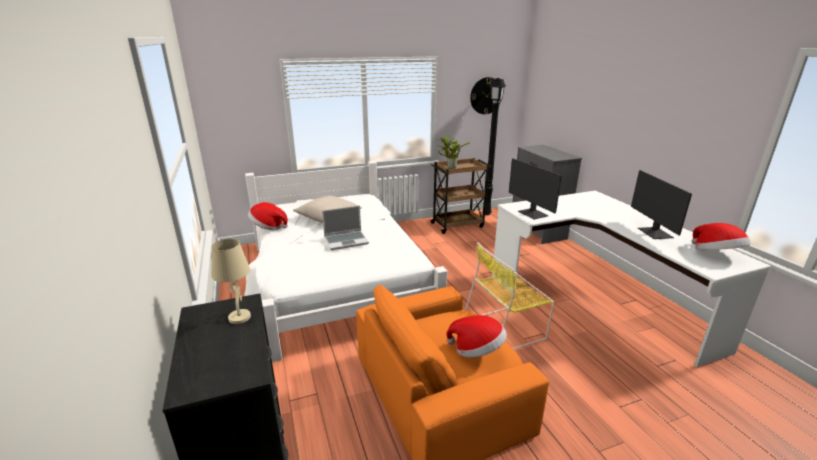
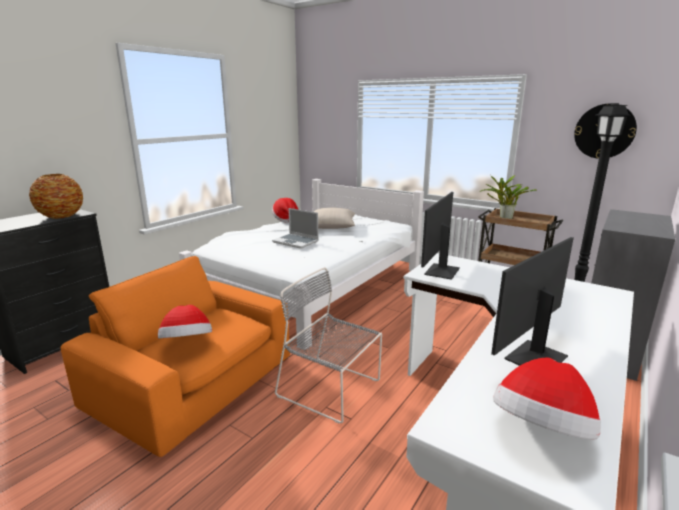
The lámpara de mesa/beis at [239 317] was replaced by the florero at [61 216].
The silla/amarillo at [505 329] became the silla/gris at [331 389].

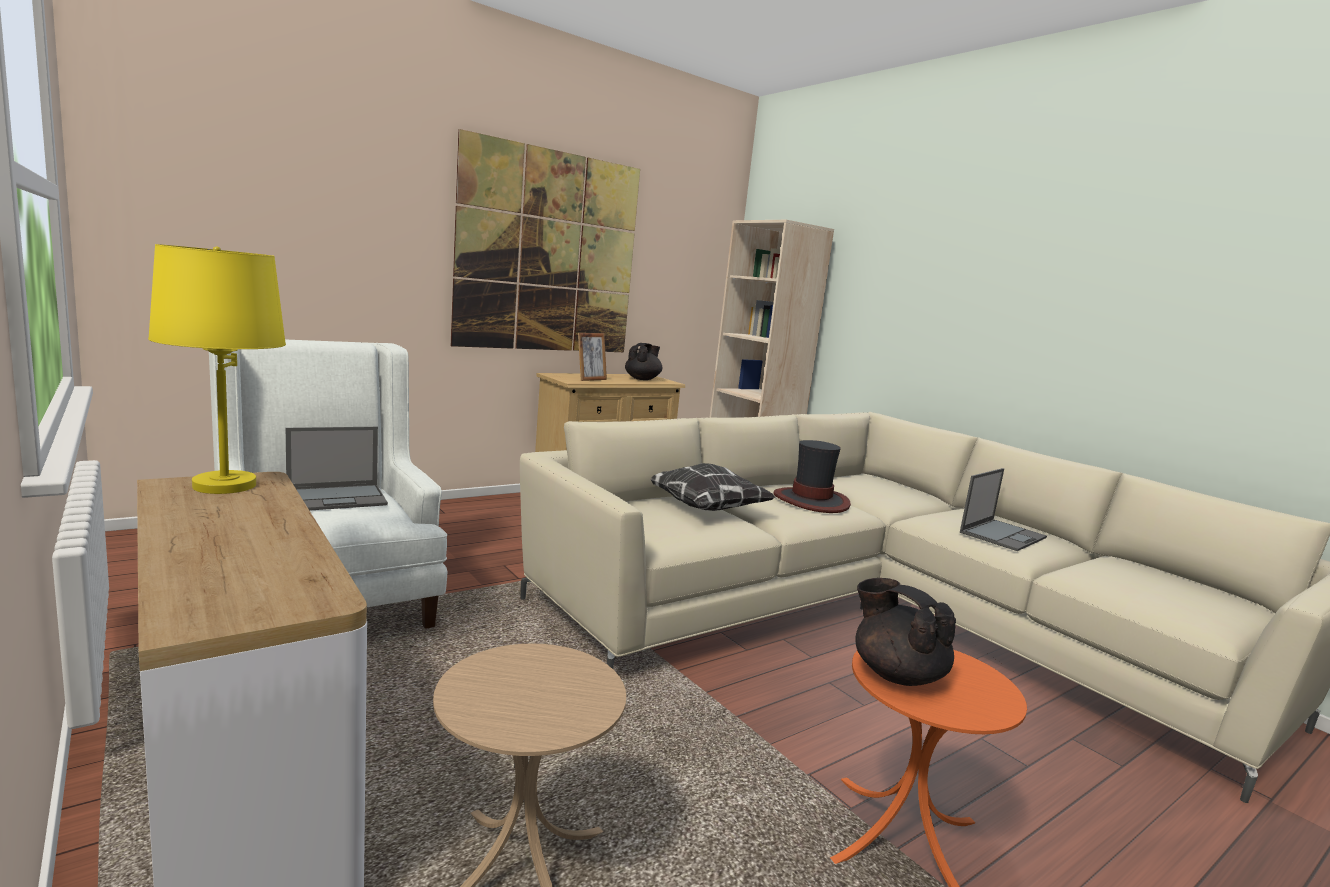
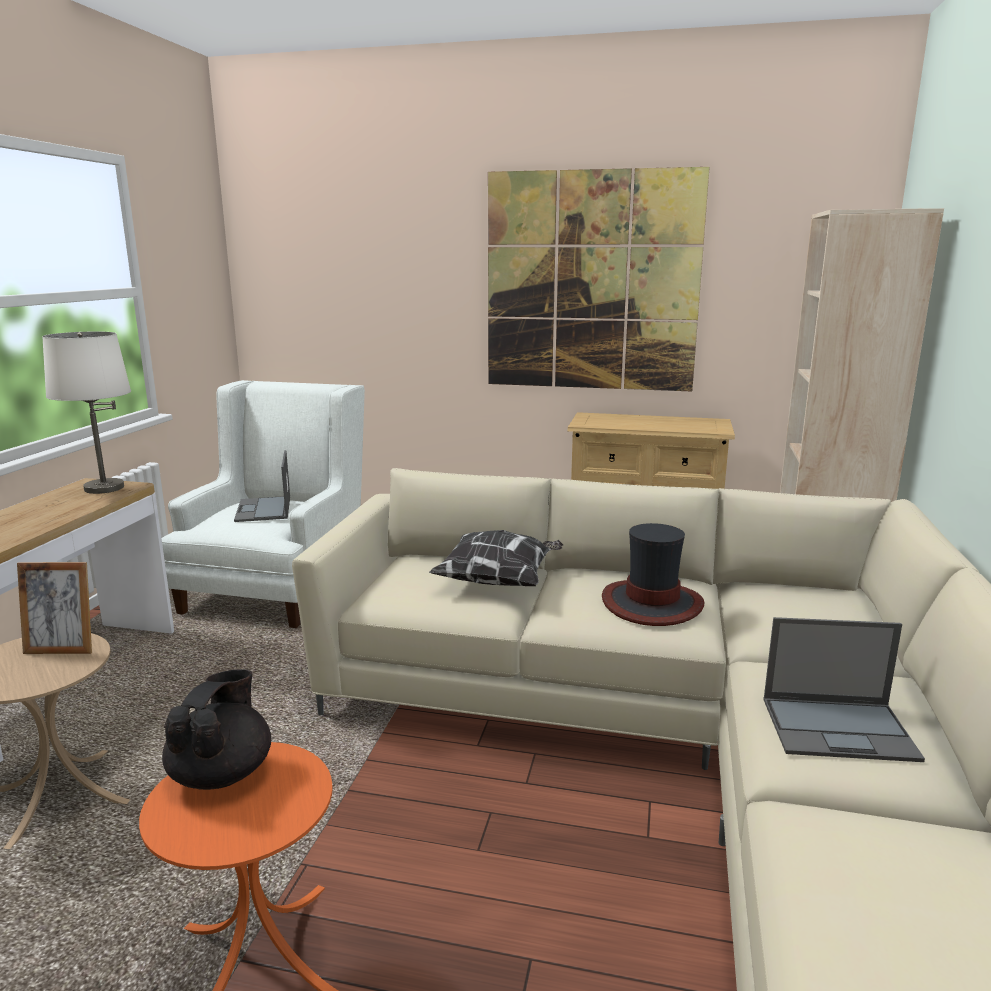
The lámpara de mesa/amarillo at [225 485] became the lámpara de mesa/blanco at [104 488].
The portátil at [338 498] turned 60 degrees clockwise.
The portarretratos moved from [590 379] to [62 649].
The tetera/negro at [642 379] disappeared.

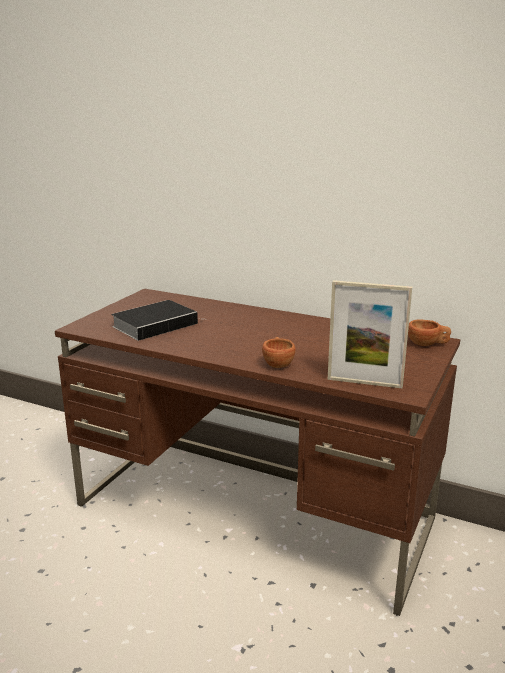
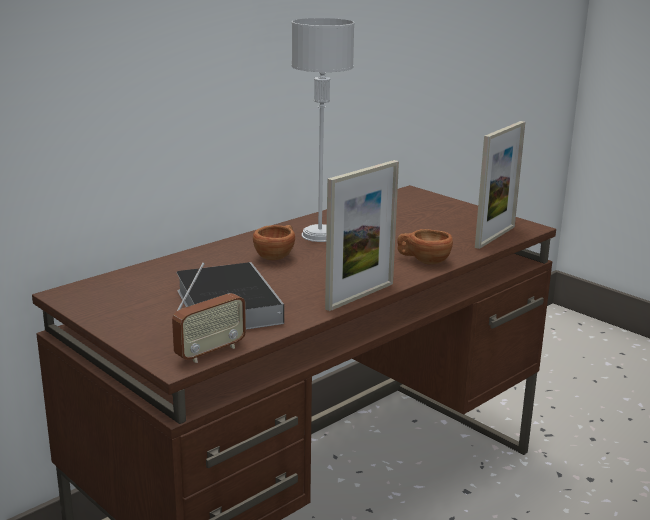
The taza/marrón moved from [427 344] to [277 256].
The radio at [210 352] appeared.
The lámpara de mesa/gris at [319 235] appeared.
The portarretratos at [360 296] appeared.

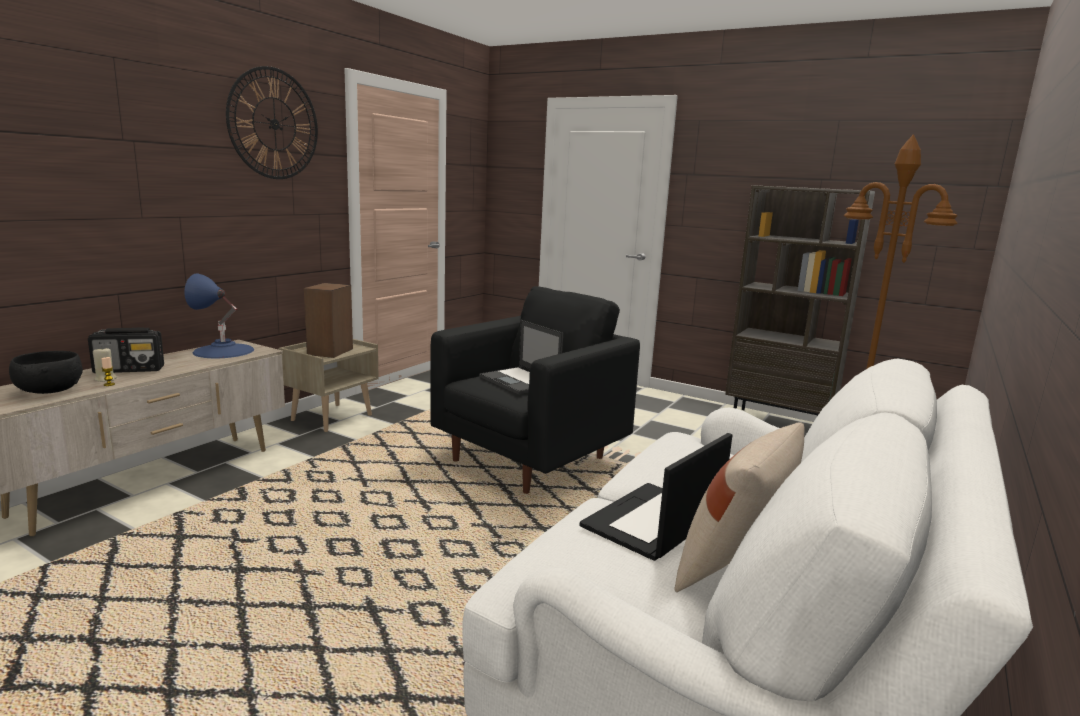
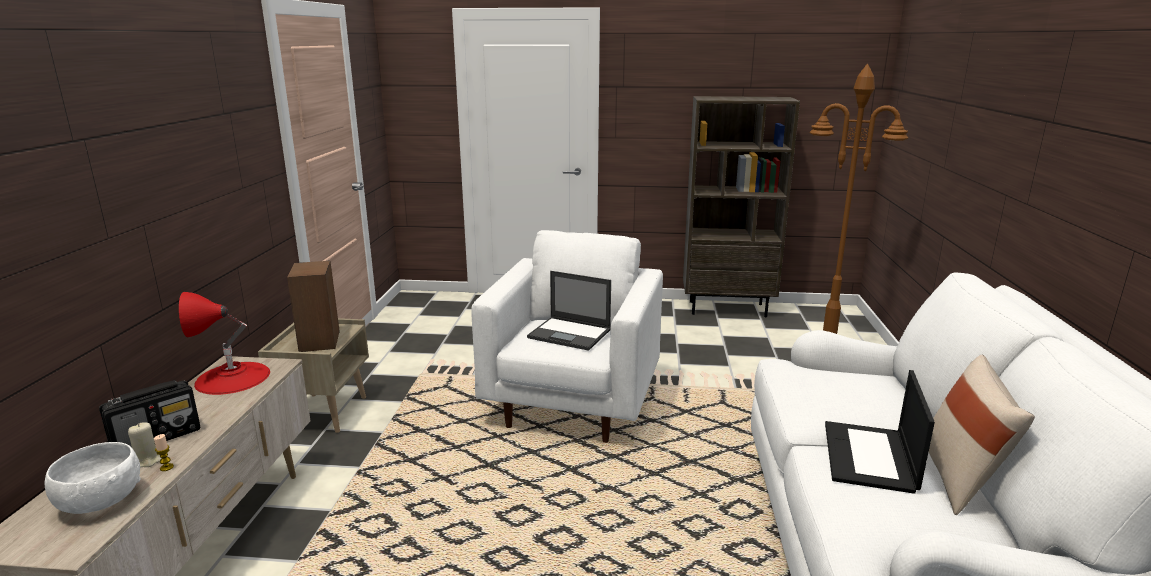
The cuenco/negro at [49 391] became the cuenco/blanco at [100 502].
The lámpara de mesa/azul at [223 351] became the lámpara de mesa/rojo at [232 378].
The reloj de pared at [274 124] disappeared.
The sillón/negro at [530 459] became the sillón/blanco at [573 404].

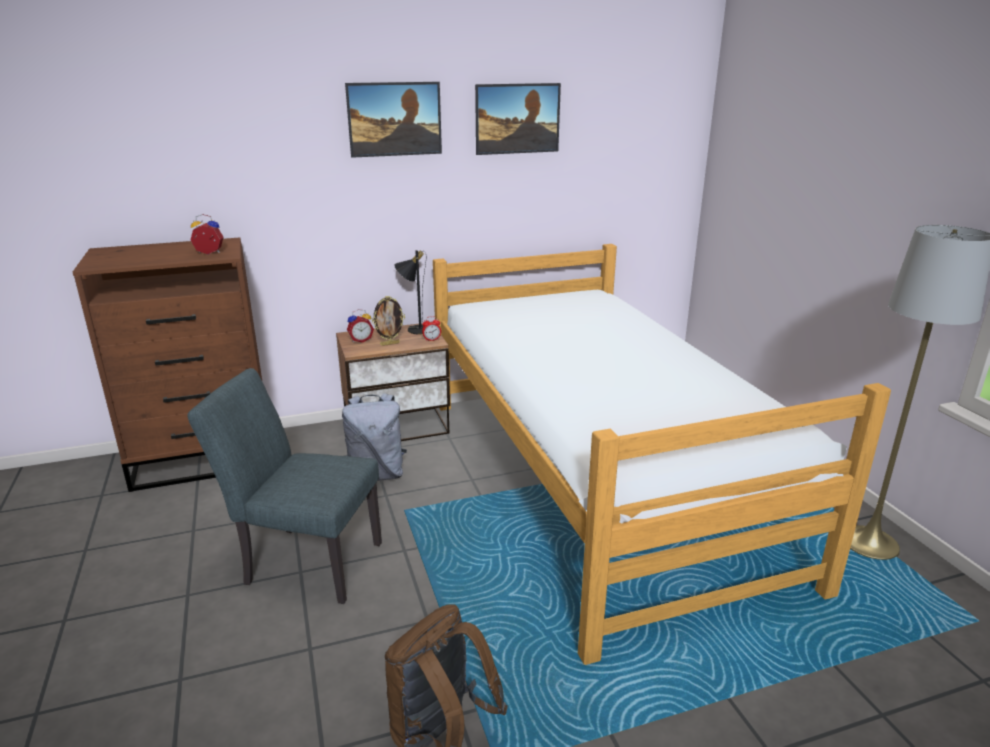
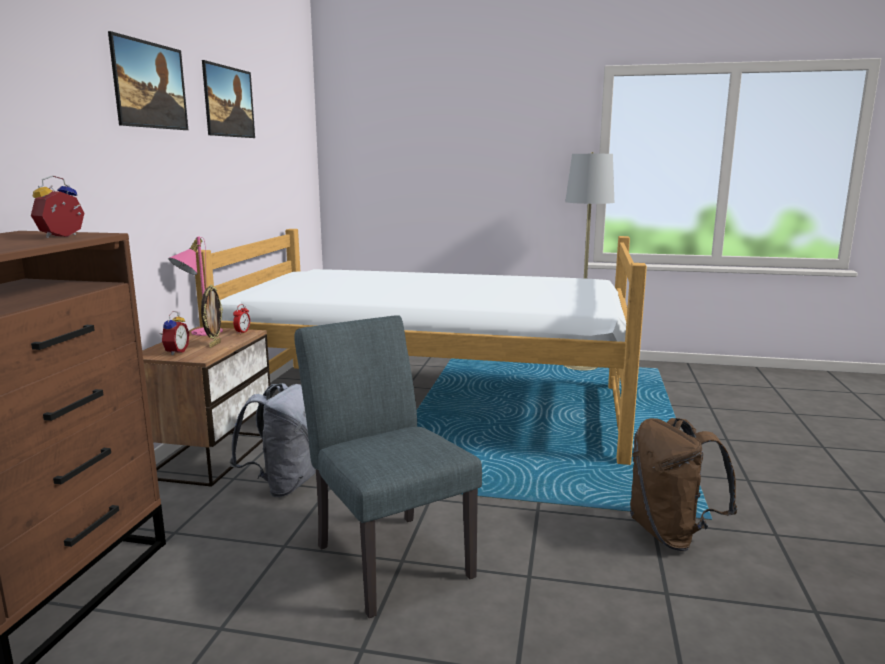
The silla/gris at [304 561] turned 105 degrees clockwise.
The lámpara de mesa/negro at [415 328] became the lámpara de mesa/rosa at [200 332].

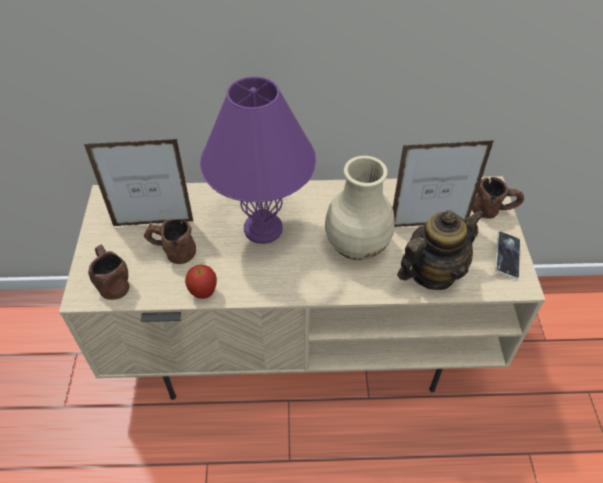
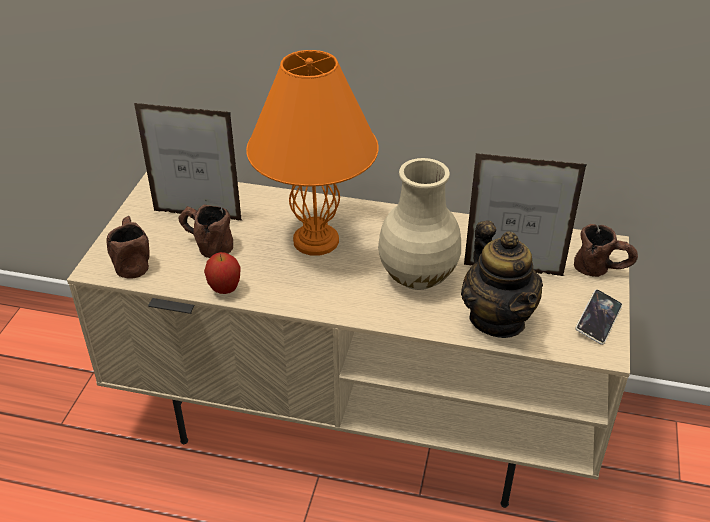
The lámpara de mesa/morado at [263 229] became the lámpara de mesa/naranja at [315 241].
The tetera at [432 273] turned 90 degrees clockwise.

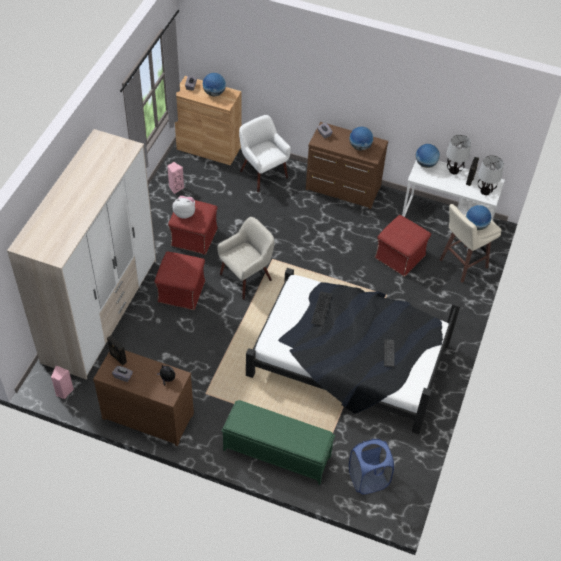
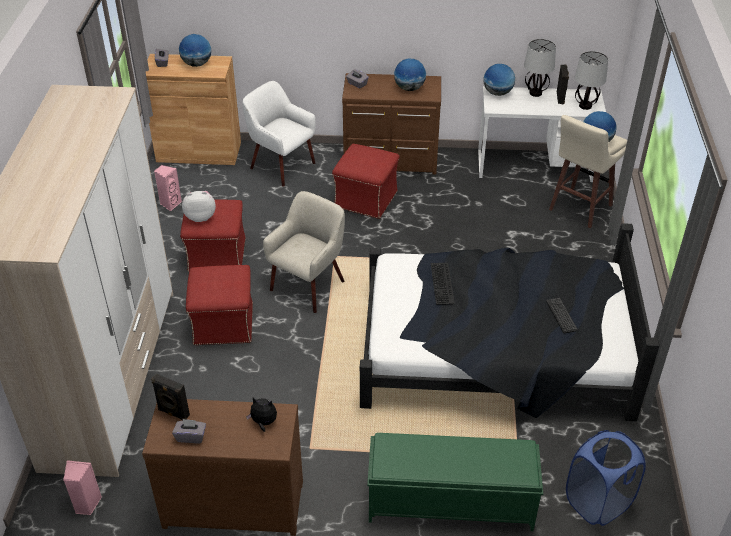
The puf/rojo moved from [400 257] to [366 199].

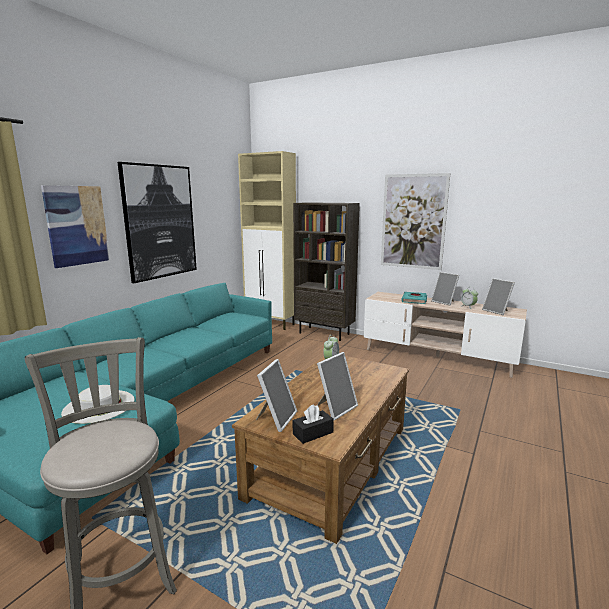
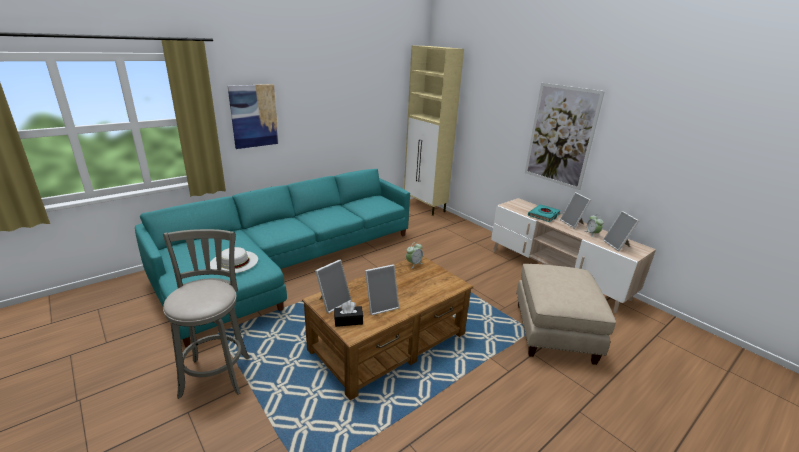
The cuadro at [160 222] disappeared.
The estantería/marrón at [325 333] disappeared.
The puf/beis at [554 332] appeared.

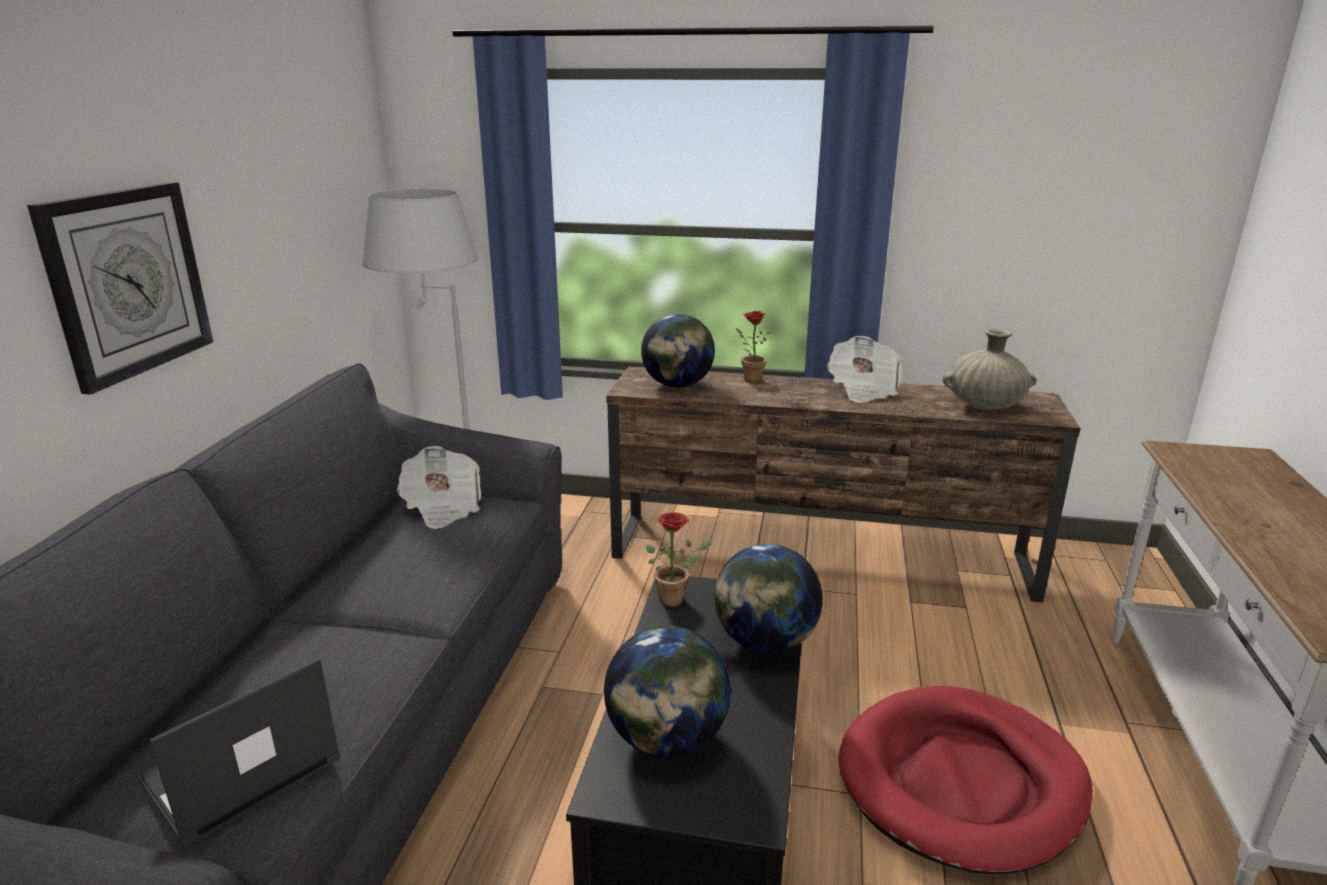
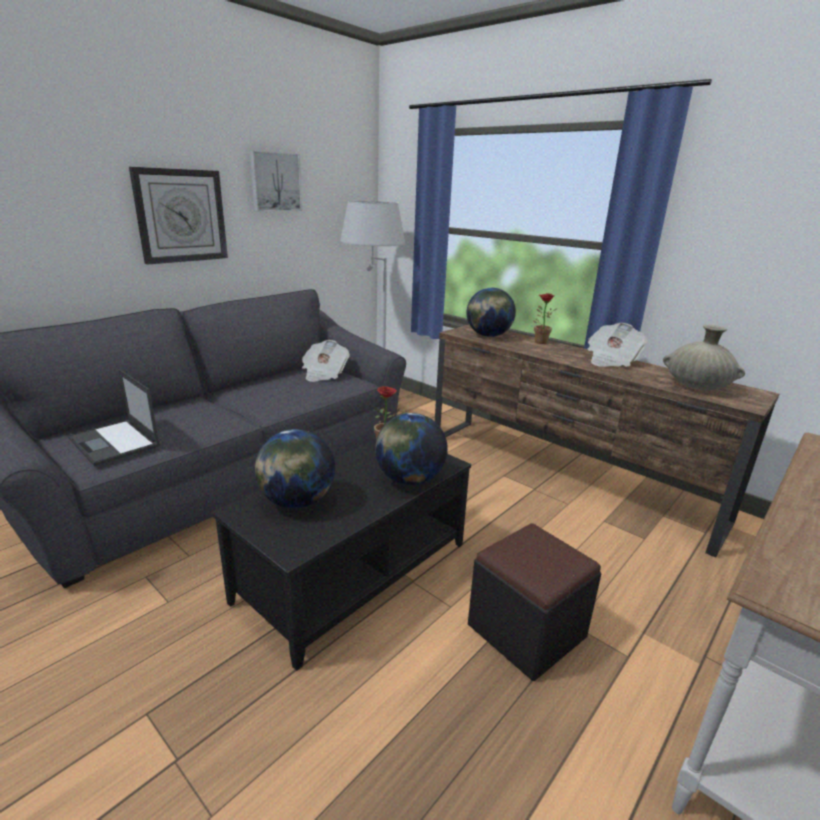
The portátil at [239 770] turned 120 degrees counterclockwise.
The cama para perro/rojo at [961 782] was replaced by the puf/negro at [526 631].
The cuadro at [275 182] appeared.

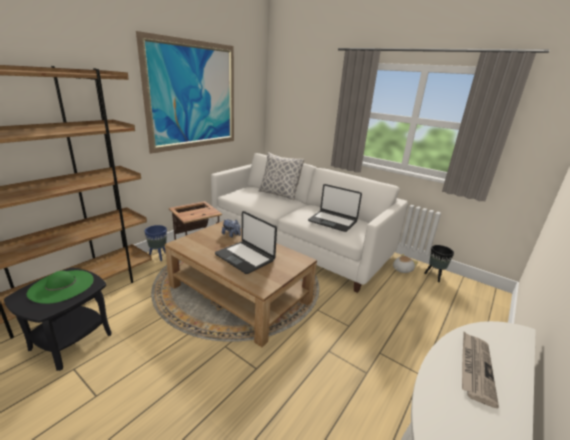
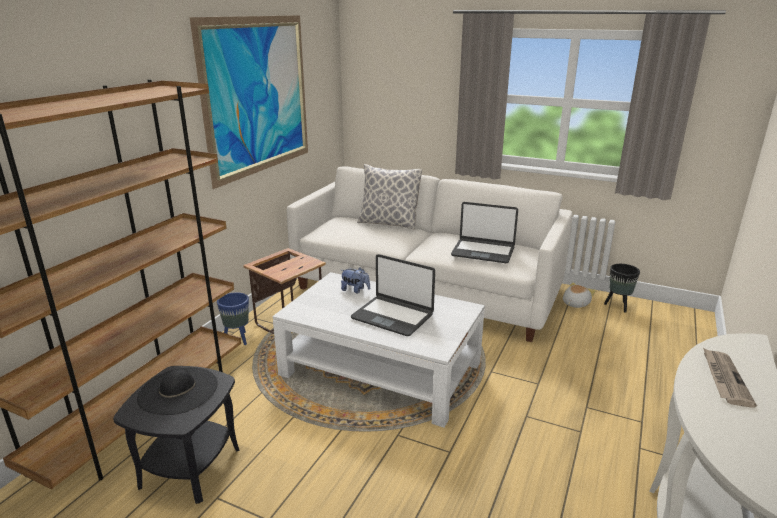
The sombrero/verde at [61 286] became the sombrero/negro at [178 390].
The mesa de centro/marrón at [239 294] became the mesa de centro/blanco at [381 370].

